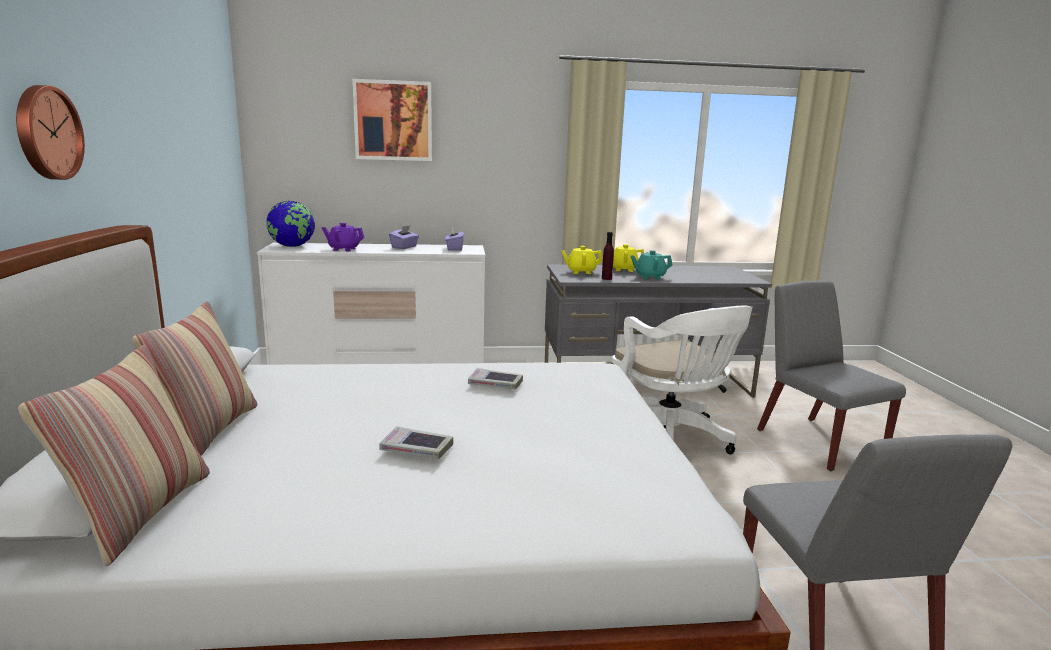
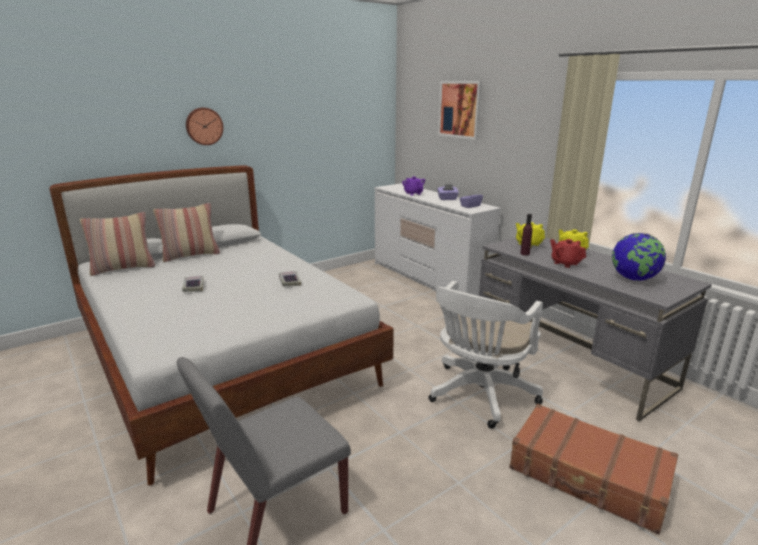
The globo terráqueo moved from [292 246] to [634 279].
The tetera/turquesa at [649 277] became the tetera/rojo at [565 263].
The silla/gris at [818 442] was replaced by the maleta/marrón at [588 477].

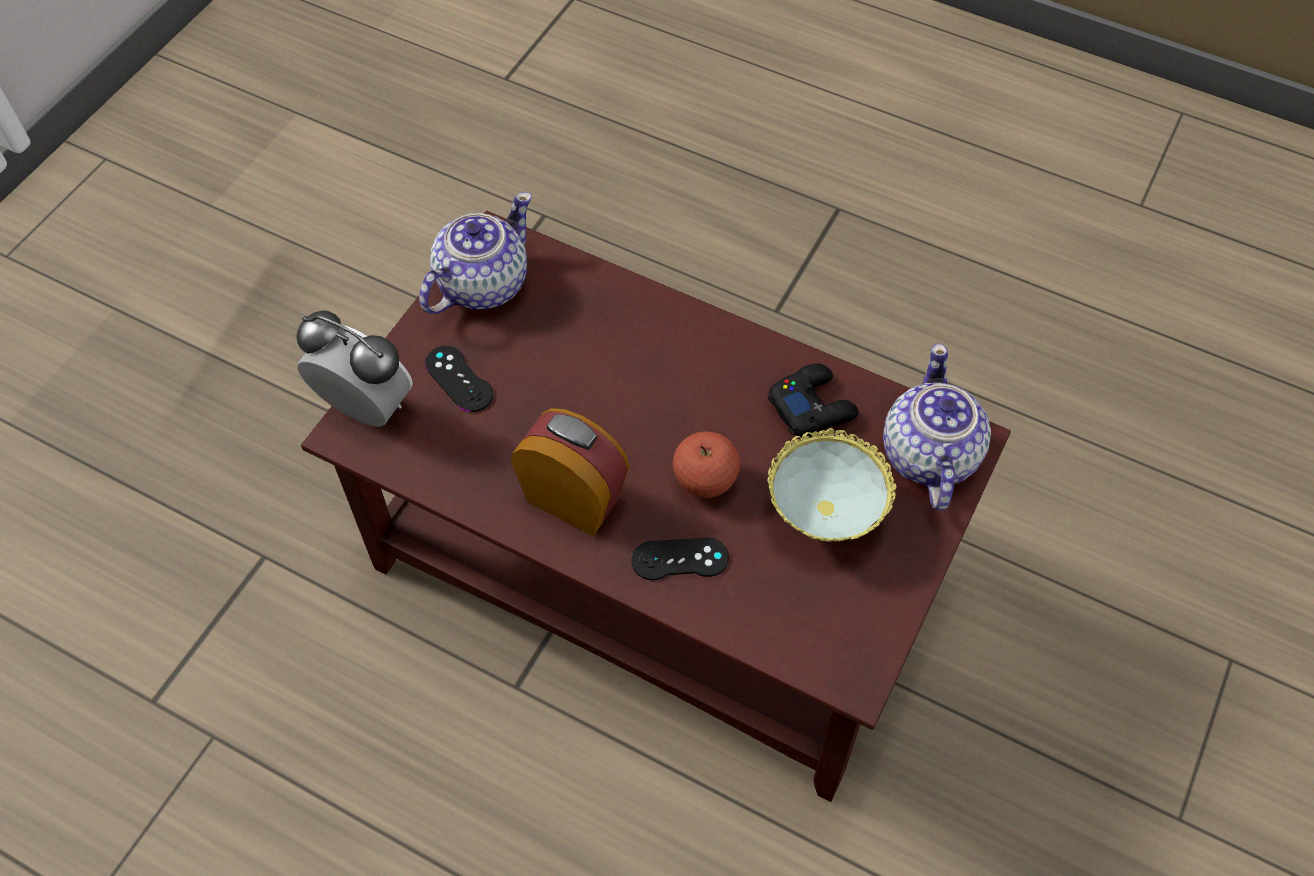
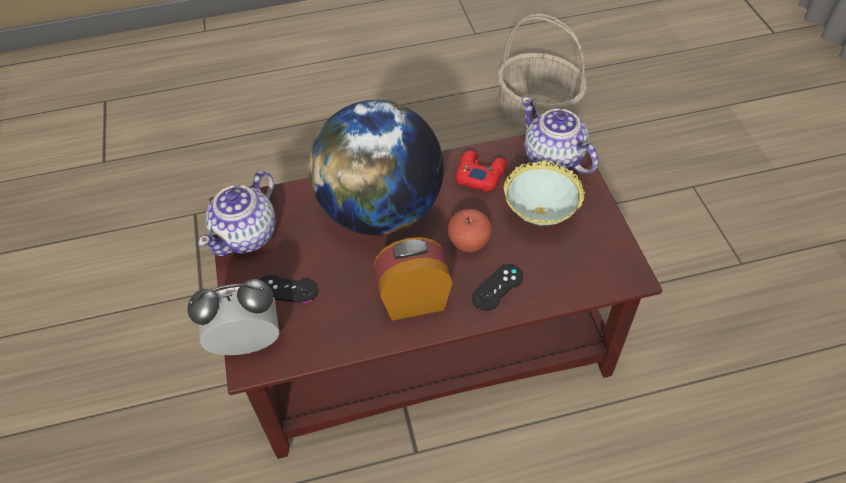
The tetera at [481 284] turned 150 degrees counterclockwise.
The mando de consola/negro at [812 406] became the mando de consola/rojo at [480 174].
The globo terráqueo at [381 211] appeared.
The cesta at [538 112] appeared.

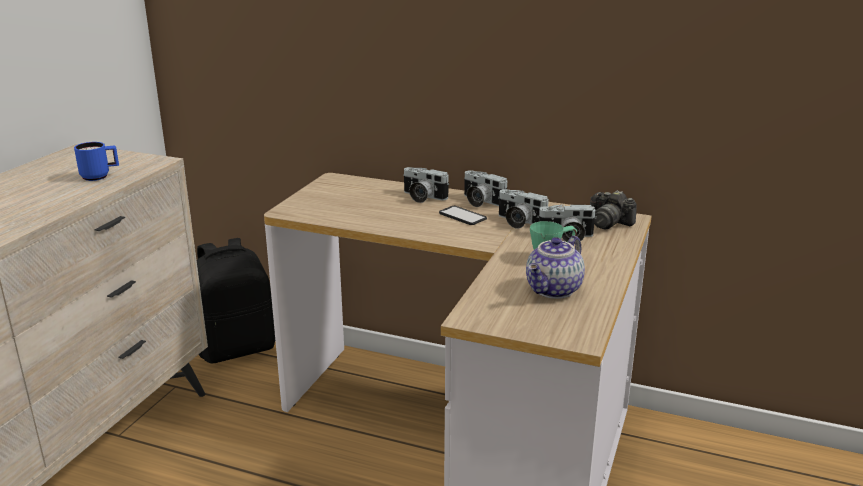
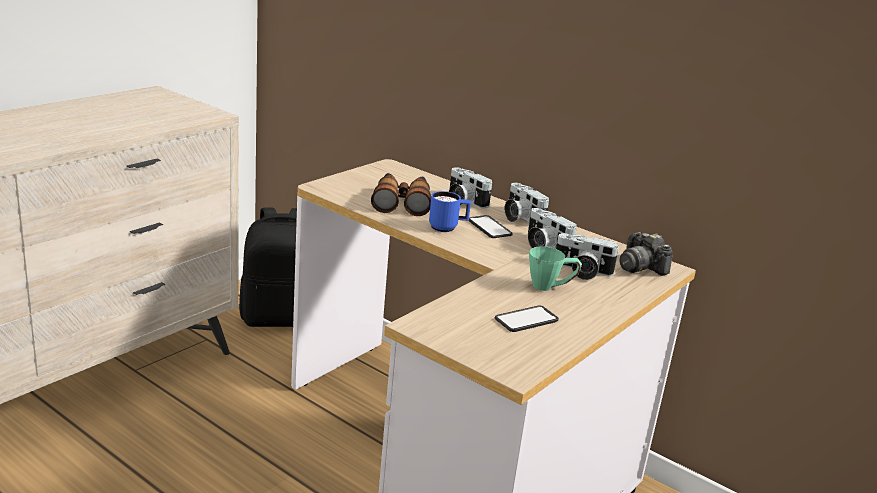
The taza grande/azul moved from [100 176] to [448 228].
The tetera at [554 290] was replaced by the móvil at [526 320].
The prismáticos at [402 202] appeared.

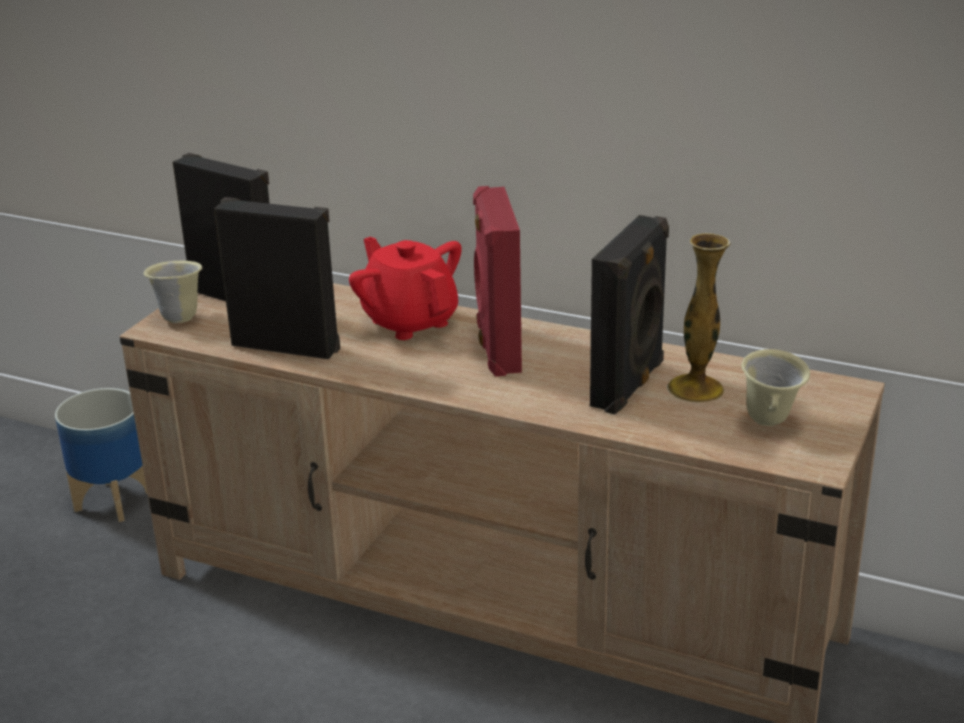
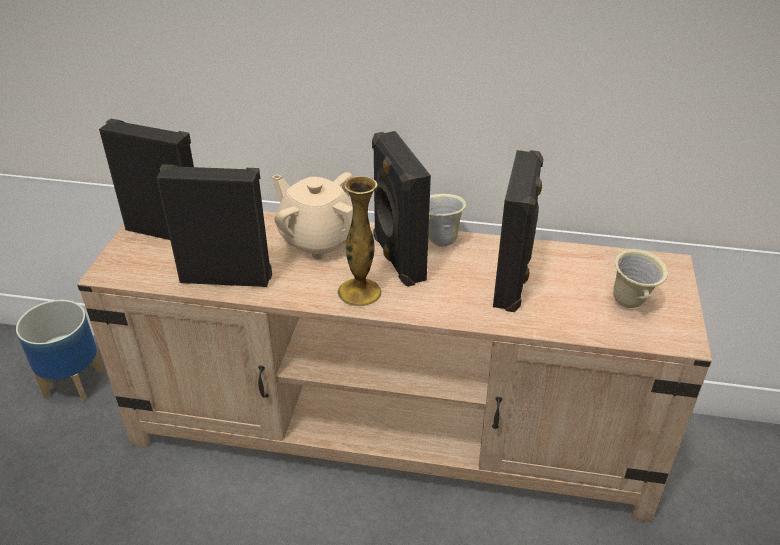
The taza grande/beis moved from [180 317] to [440 240].
The tetera/rojo at [409 321] became the tetera/beis at [318 240].
The altavoz/rojo at [496 349] became the altavoz/negro at [397 259].
The florero moved from [695 389] to [359 292].

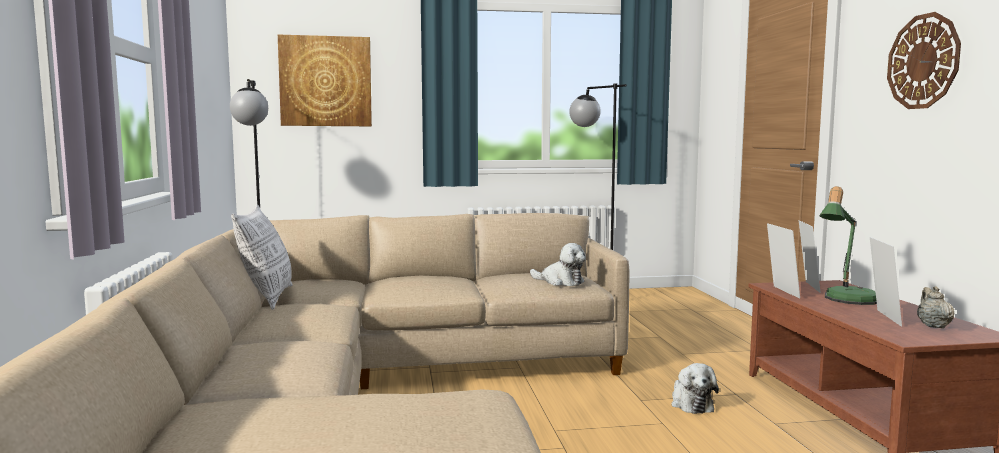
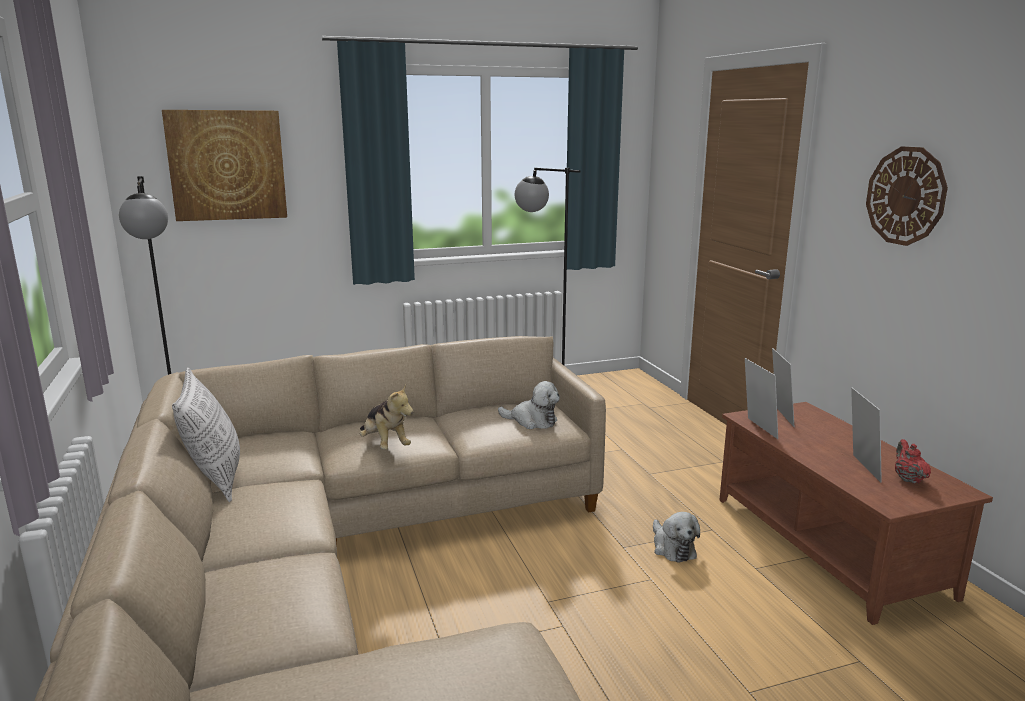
The lámpara de mesa at [847 300] disappeared.
The tetera/beis at [933 325] became the tetera/rojo at [908 479].
The peluche at [385 445] appeared.

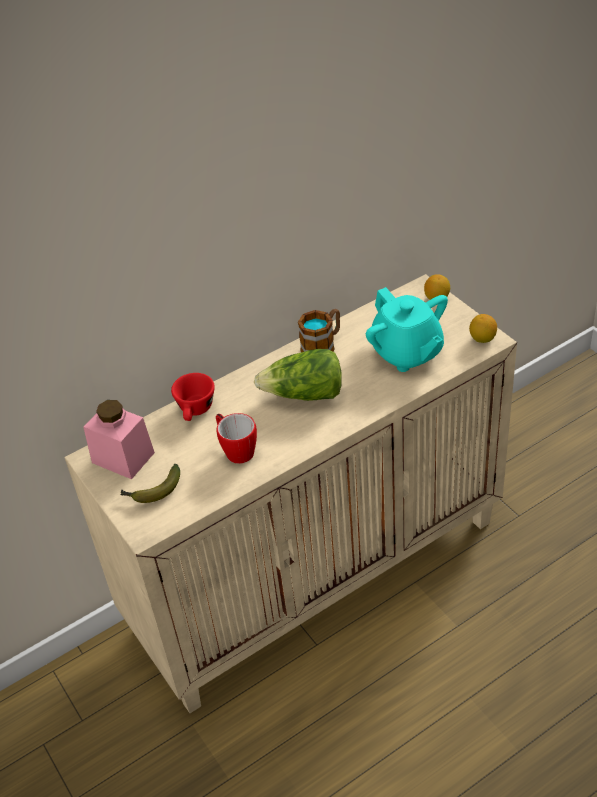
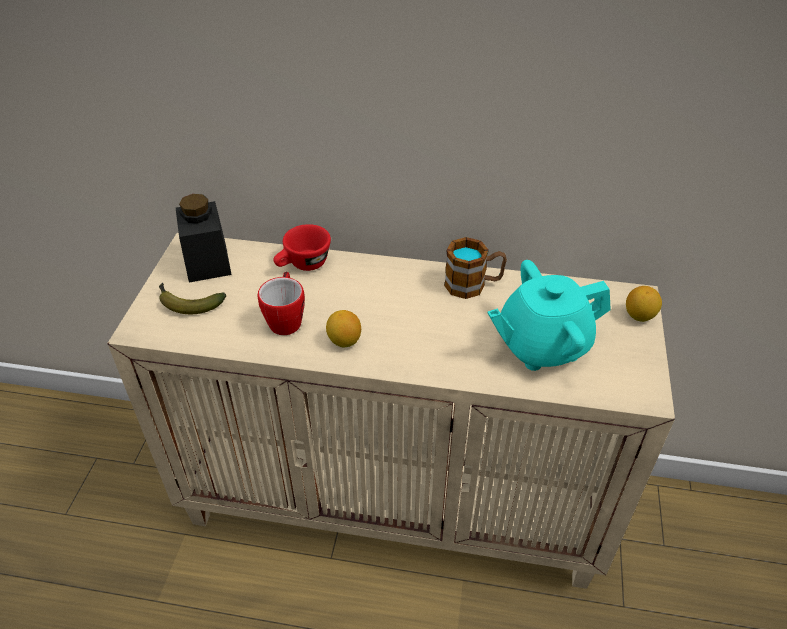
The tarro/rosa at [123 457] became the tarro/negro at [207 262].
The lechuga at [304 394] disappeared.
The tetera/turquesa at [407 353] turned 60 degrees clockwise.
The limón moved from [482 339] to [344 341].

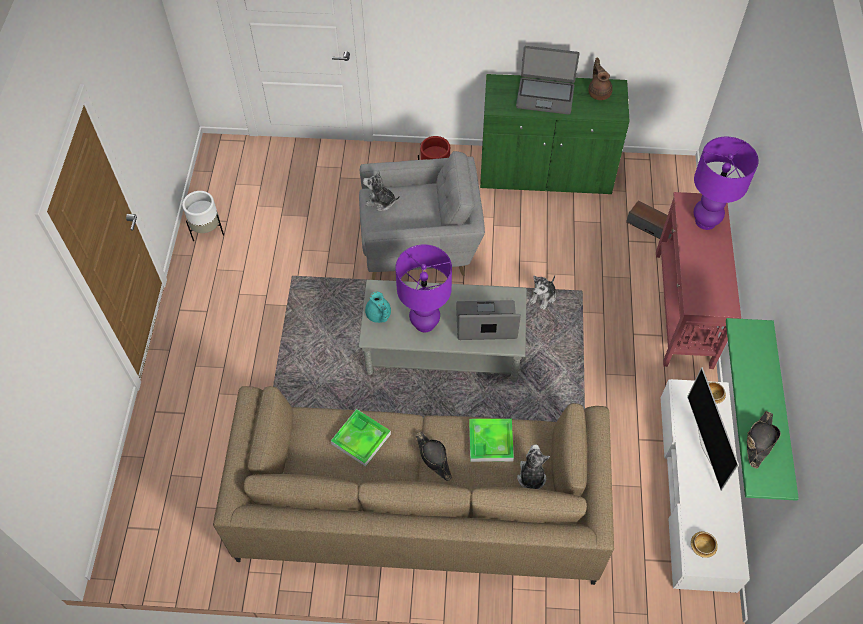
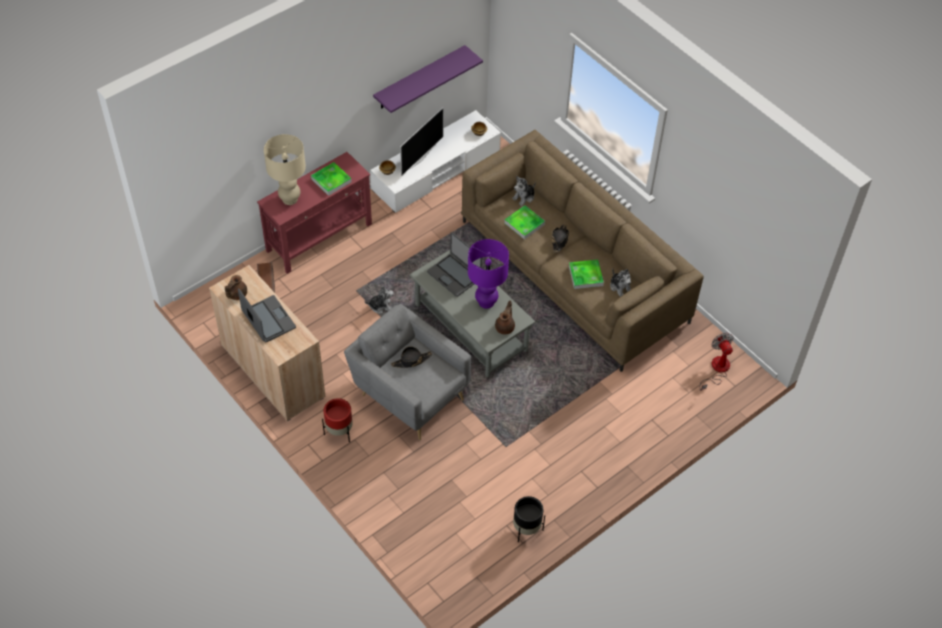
The maceta/blanco at [207 230] became the maceta/negro at [526 529].
The peluche moved from [380 202] to [620 287].
The tetera/turquesa at [378 315] became the tetera/marrón at [505 327].
The armario/verde at [545 173] became the armario/beis at [273 371].
The lámpara de mesa/morado at [705 222] became the lámpara de mesa/beis at [290 199].
The estante/verde at [779 413] became the estante/morado at [419 78].
The sombrero/negro moved from [759 441] to [411 361].
The bandeja at [331 180] appeared.
The ventilador at [717 369] appeared.

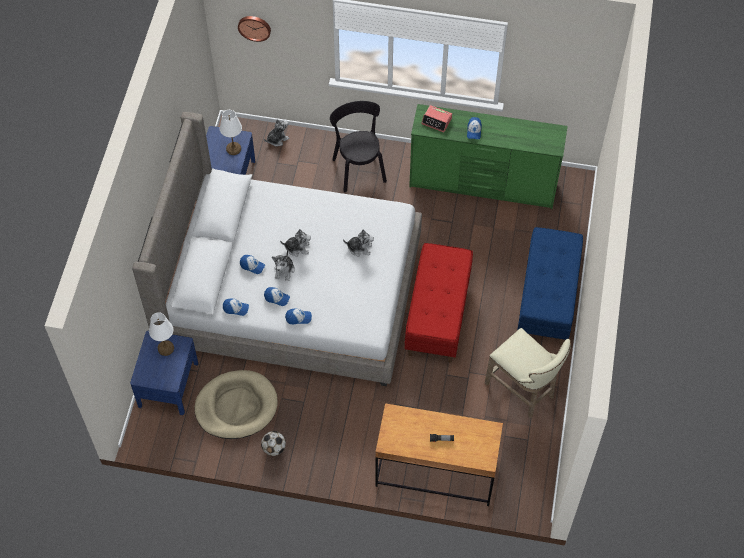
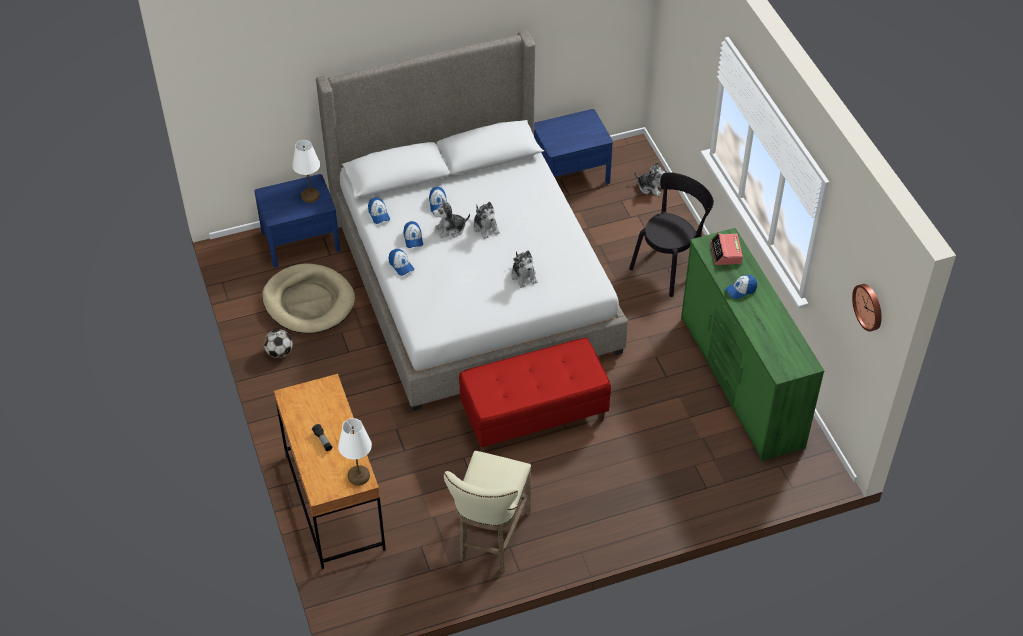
The lámpara de mesa/blanco moved from [233 149] to [358 476].
The reloj de pared moved from [254 27] to [869 306].
The banco/azul at [547 299] disappeared.

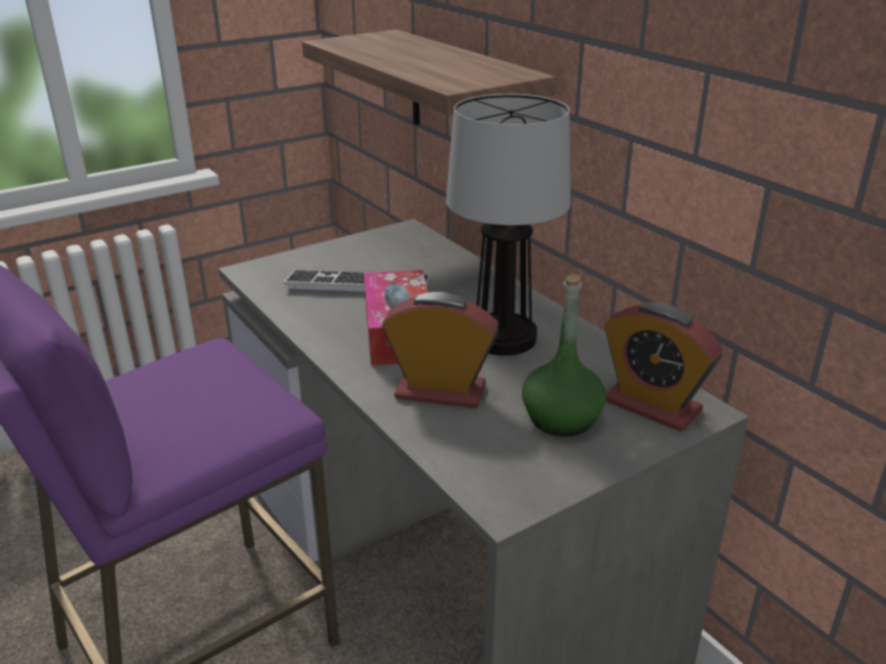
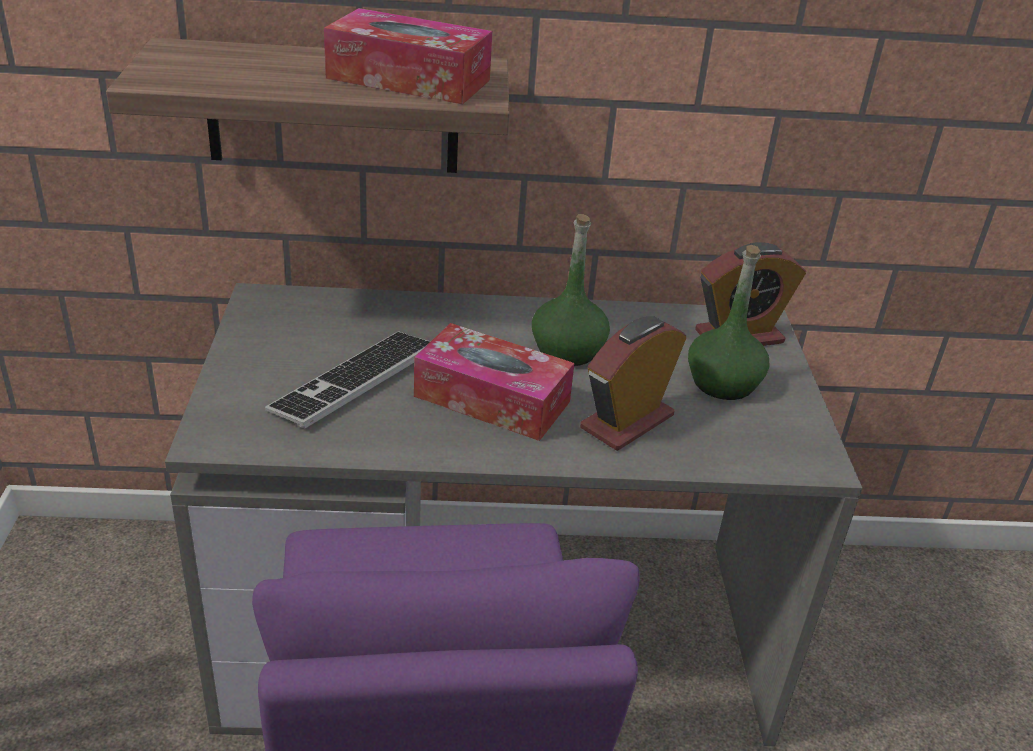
The lámpara de mesa at [503 338] was replaced by the botella/verde at [568 350].
The caja de pañuelos at [408 79] appeared.

